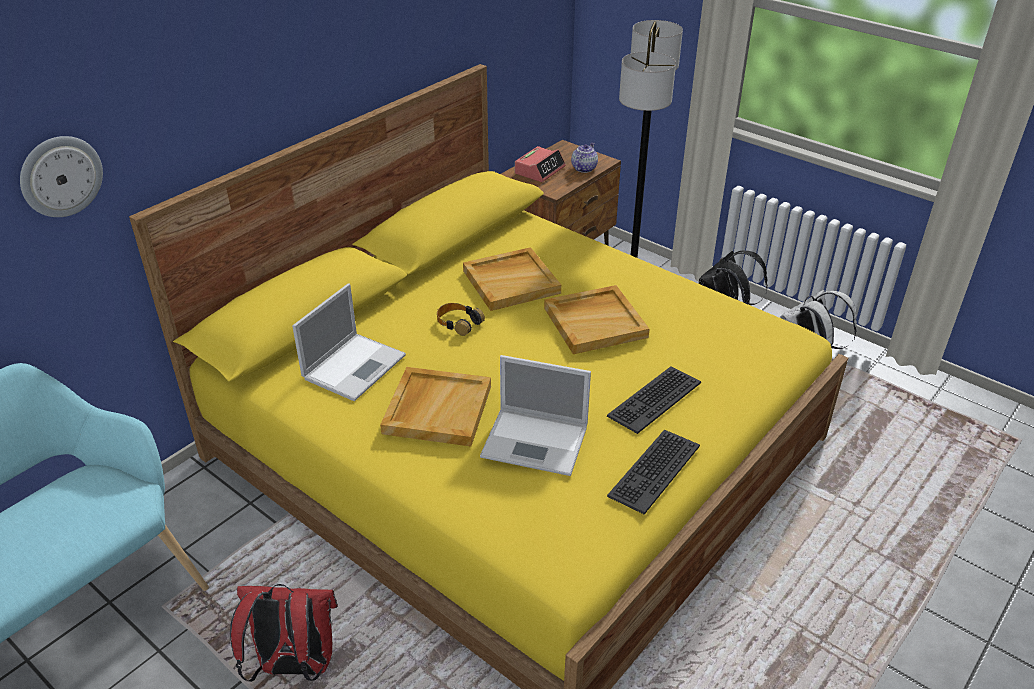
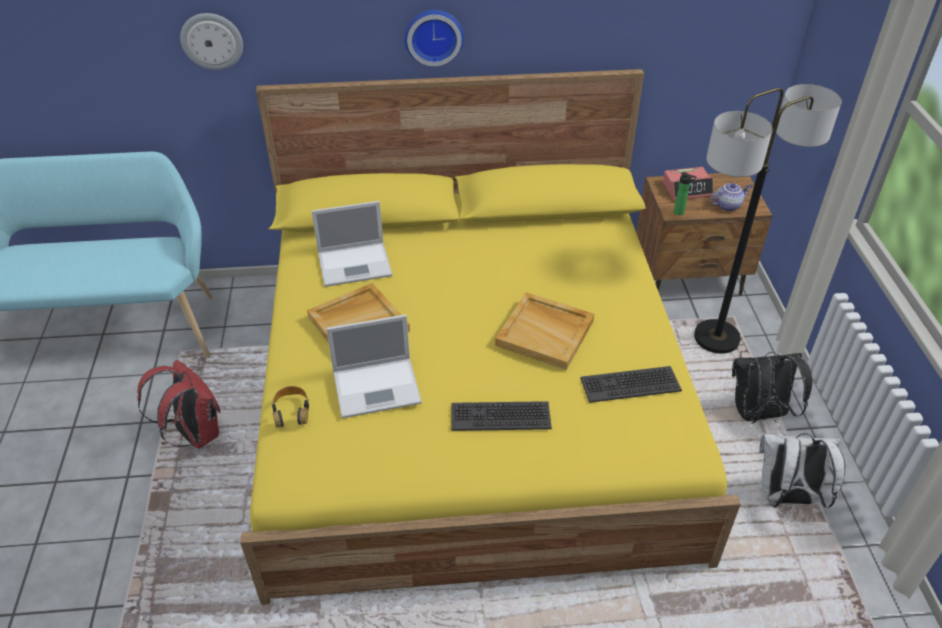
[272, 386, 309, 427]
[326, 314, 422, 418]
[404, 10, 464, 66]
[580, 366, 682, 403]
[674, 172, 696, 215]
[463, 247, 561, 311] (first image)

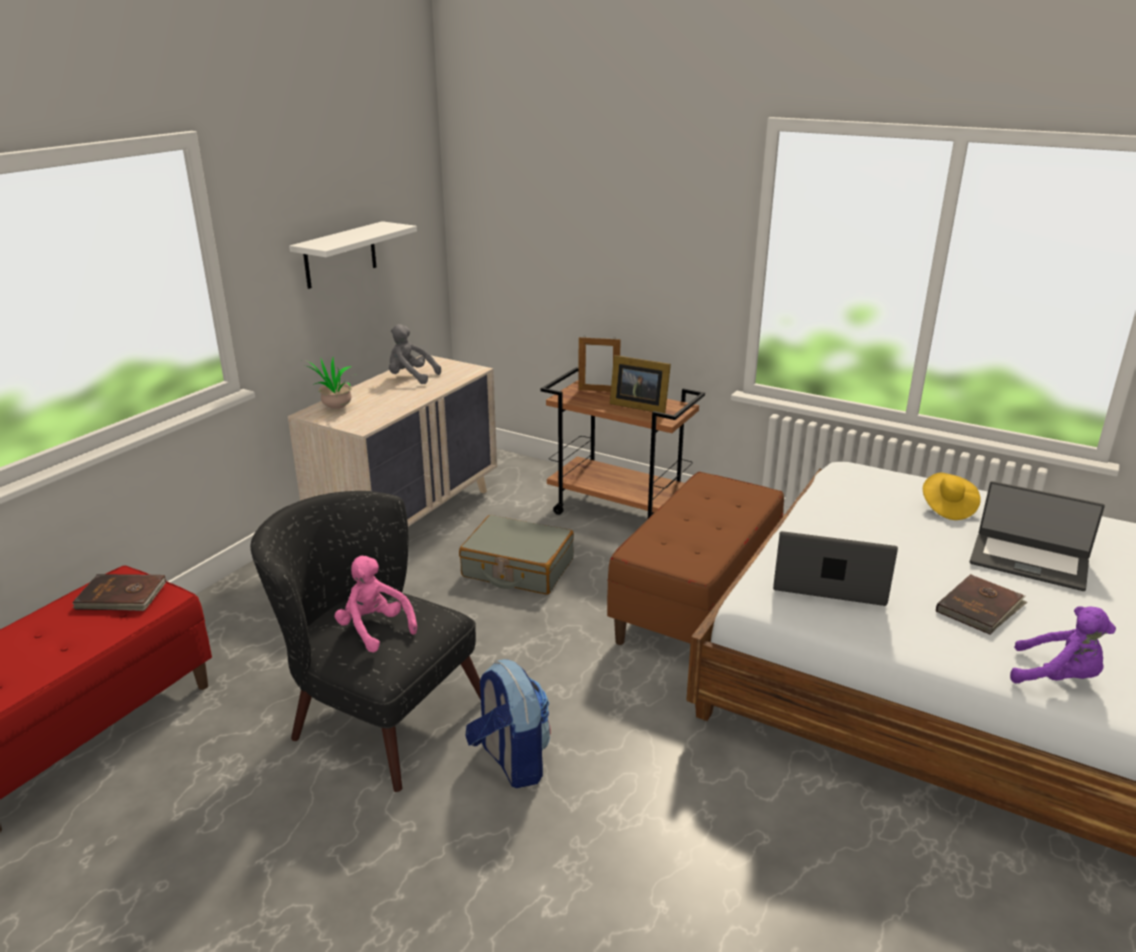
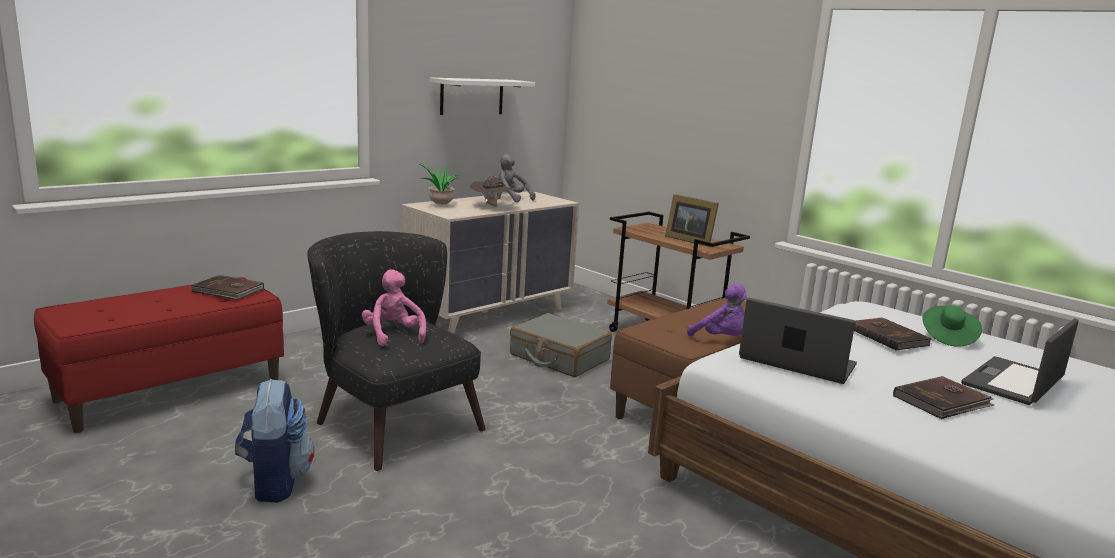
[235, 379, 314, 502]
[469, 176, 516, 206]
[687, 284, 747, 336]
[854, 317, 932, 351]
[923, 305, 982, 347]
[961, 318, 1079, 405]
[578, 337, 621, 392] (first image)

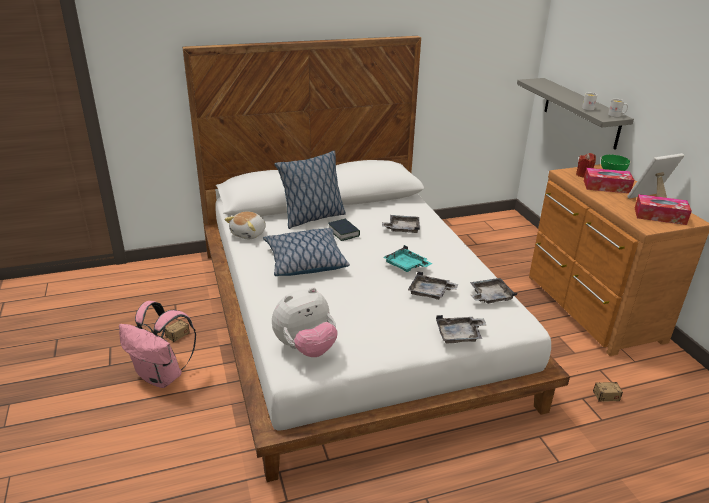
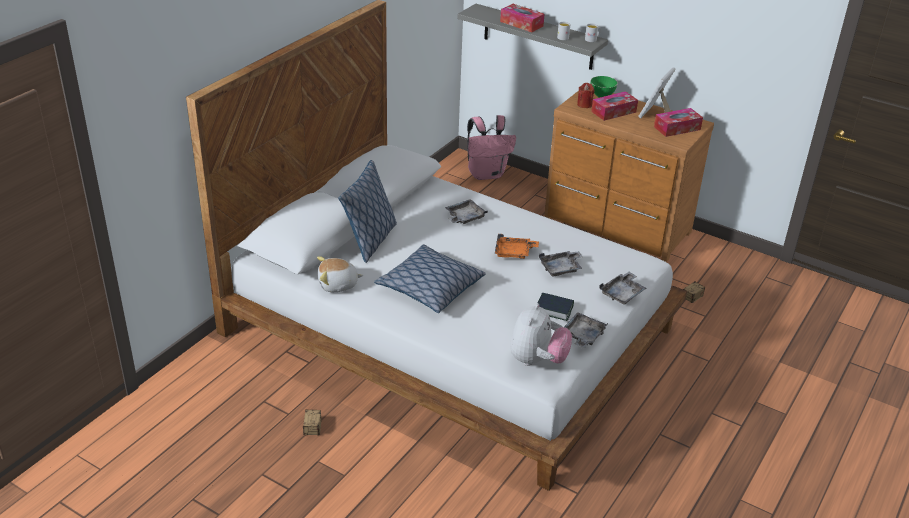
[317, 256, 364, 292]
[467, 115, 516, 180]
[495, 234, 539, 259]
[500, 4, 544, 32]
[537, 292, 574, 321]
[564, 312, 608, 348]

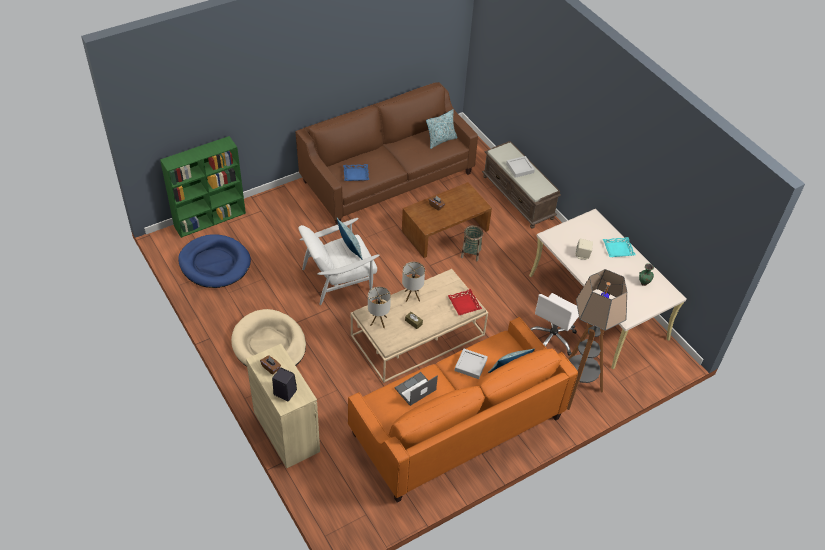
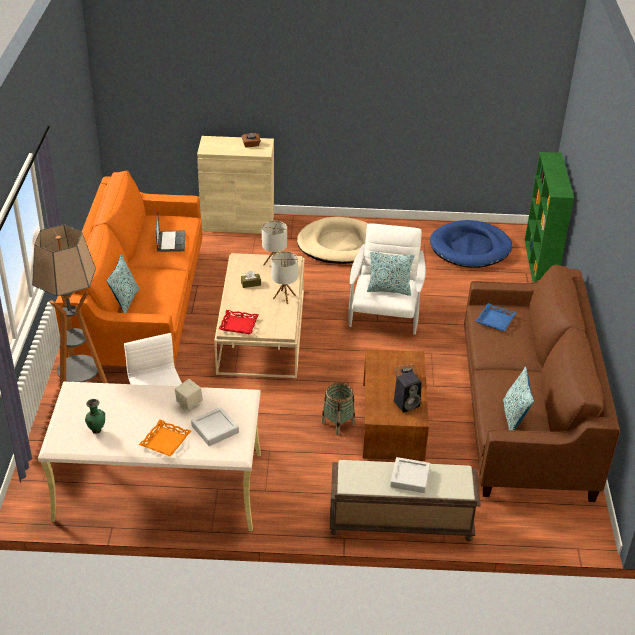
[139, 420, 191, 457]
[191, 407, 239, 446]
[394, 371, 422, 412]

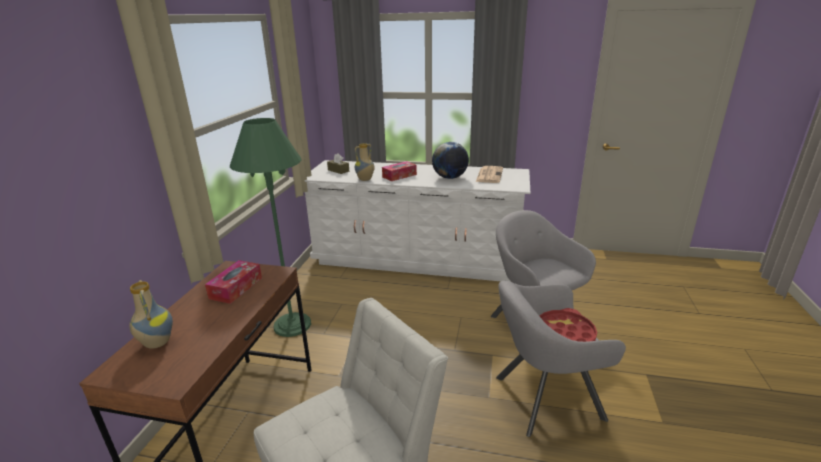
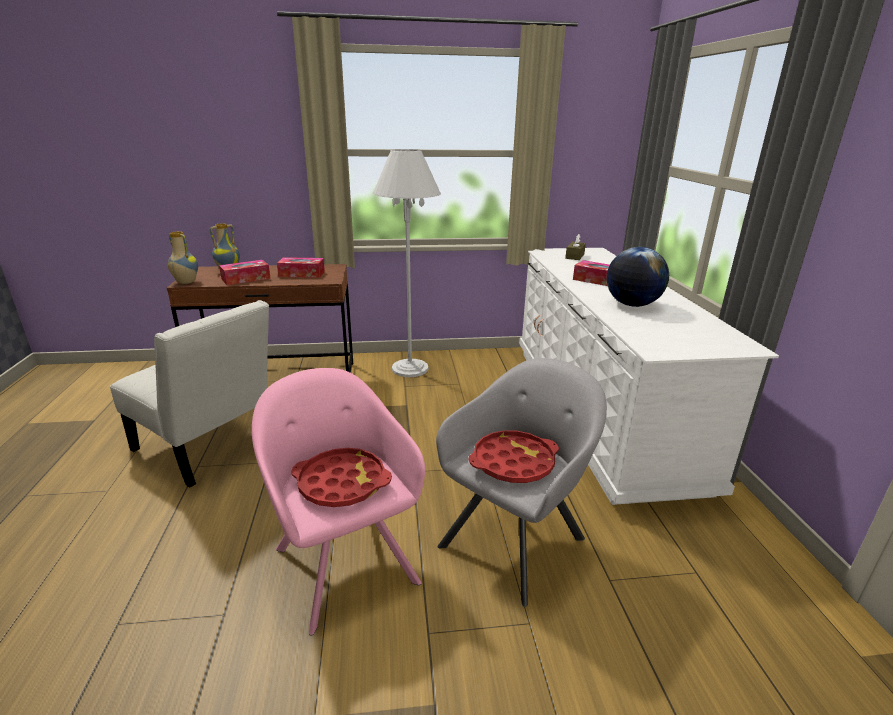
[168, 231, 198, 284]
[219, 260, 271, 285]
[252, 368, 425, 636]
[373, 149, 441, 377]
[469, 430, 559, 483]
[476, 166, 503, 183] (first image)

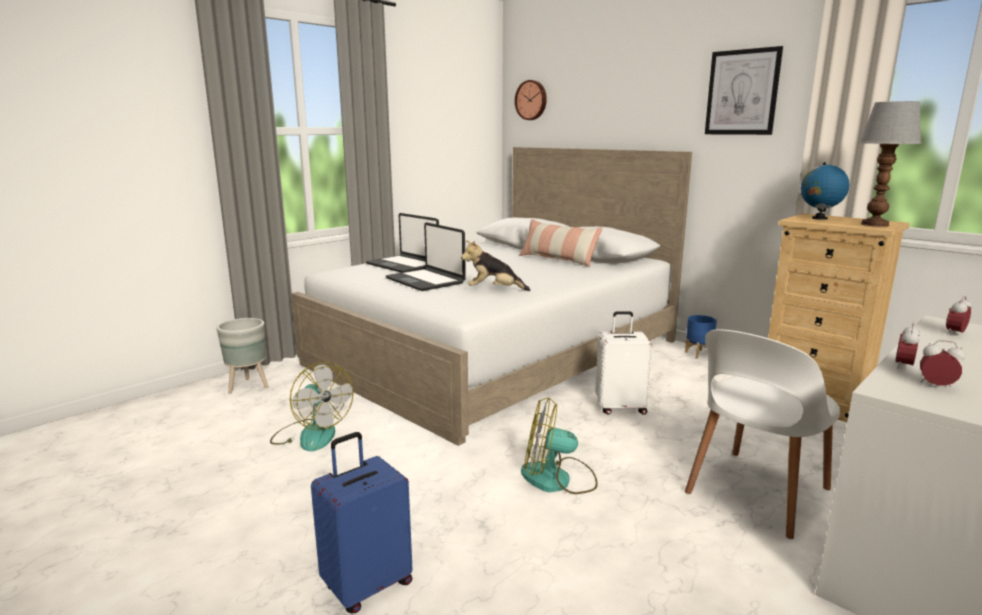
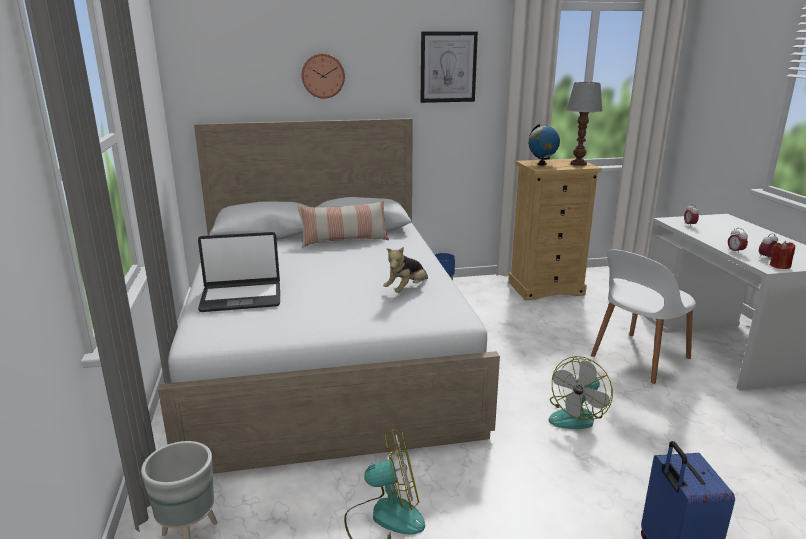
[302, 54, 345, 99]
[591, 249, 696, 384]
[770, 241, 795, 269]
[386, 222, 466, 291] (first image)
[595, 311, 652, 415] (first image)

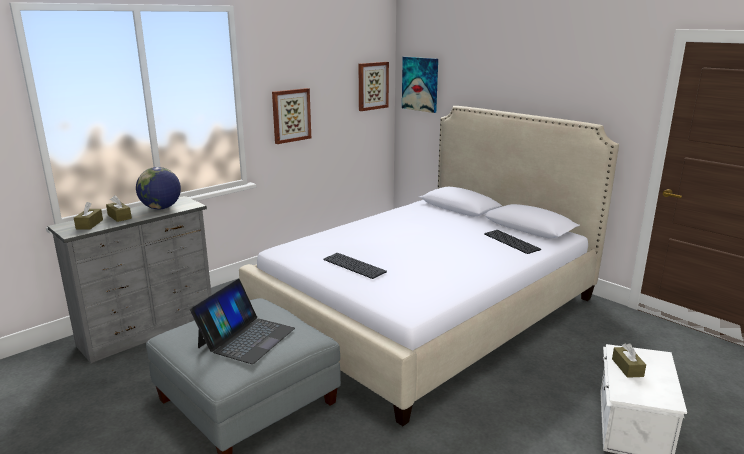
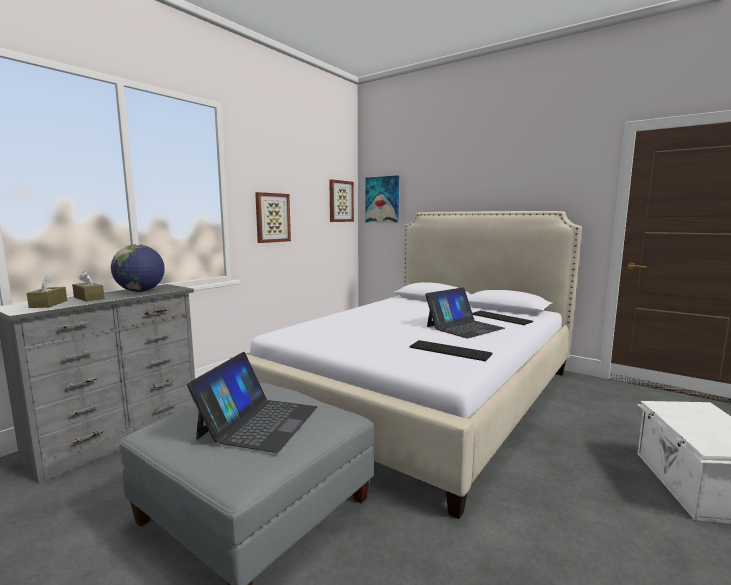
[409, 340, 493, 361]
[425, 287, 505, 338]
[612, 343, 646, 378] (first image)

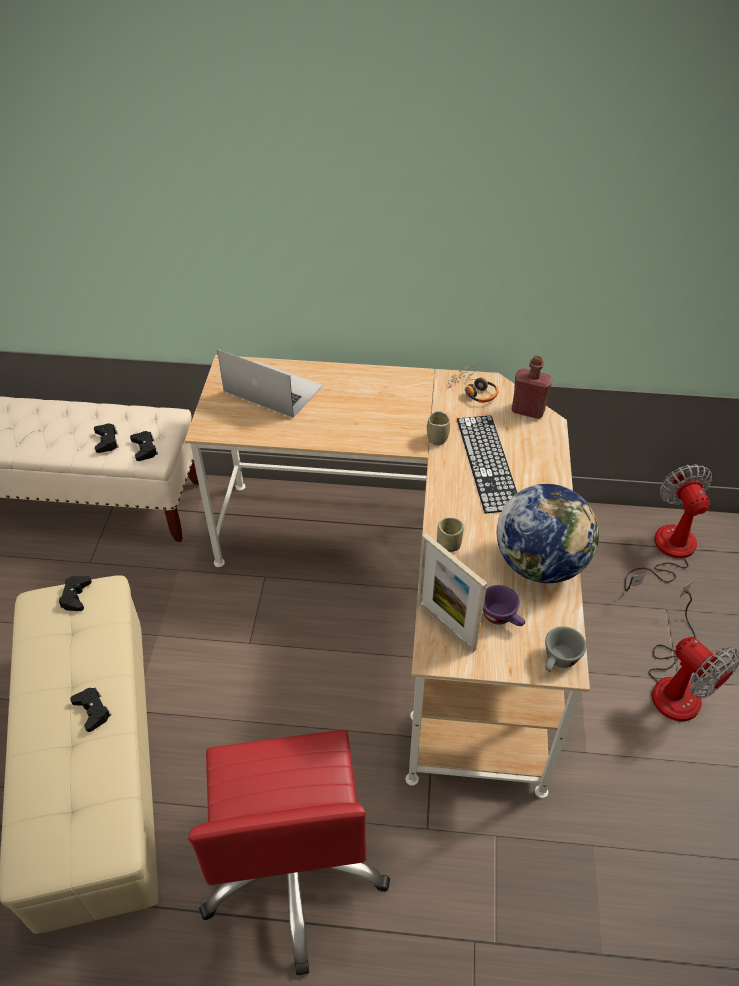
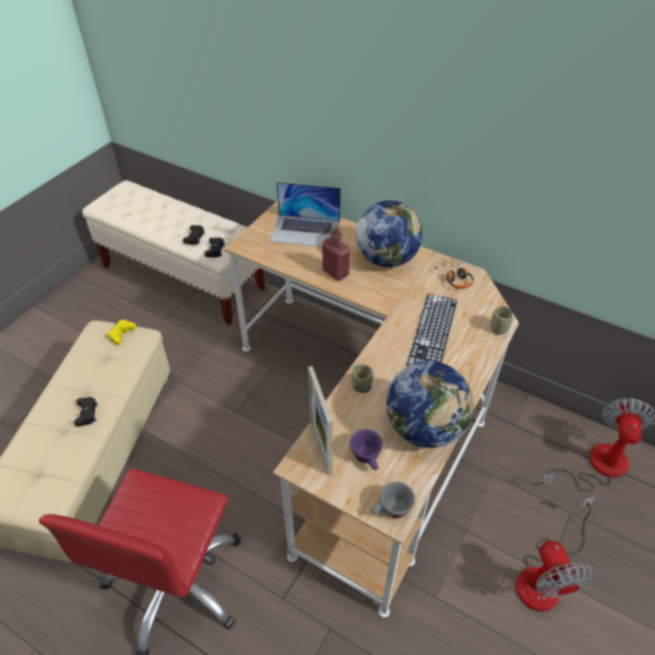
[107, 320, 137, 345]
[270, 182, 341, 247]
[322, 228, 350, 281]
[356, 200, 423, 267]
[491, 306, 513, 335]

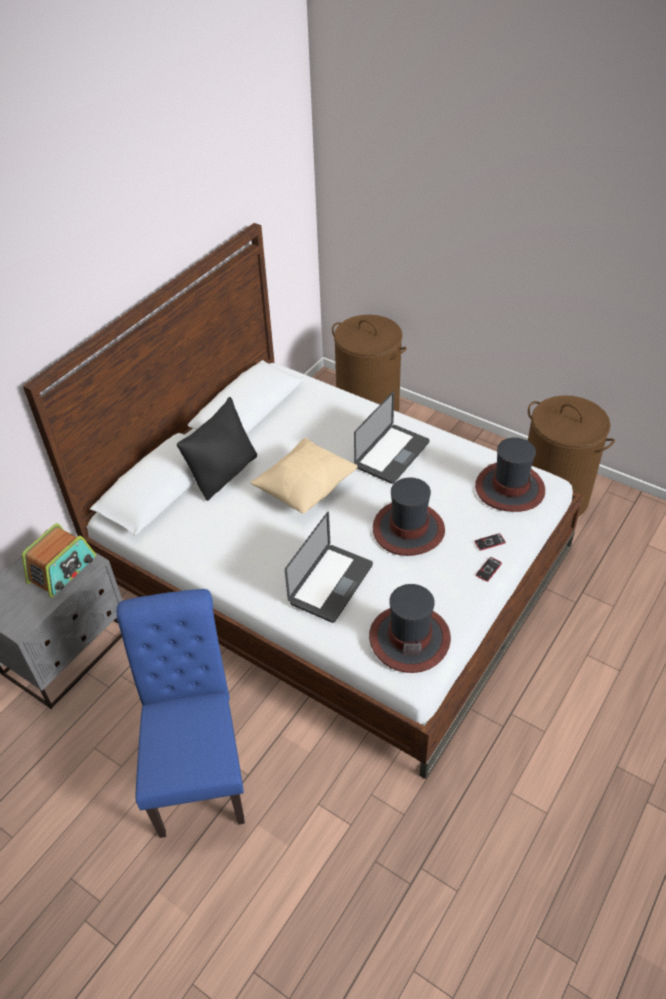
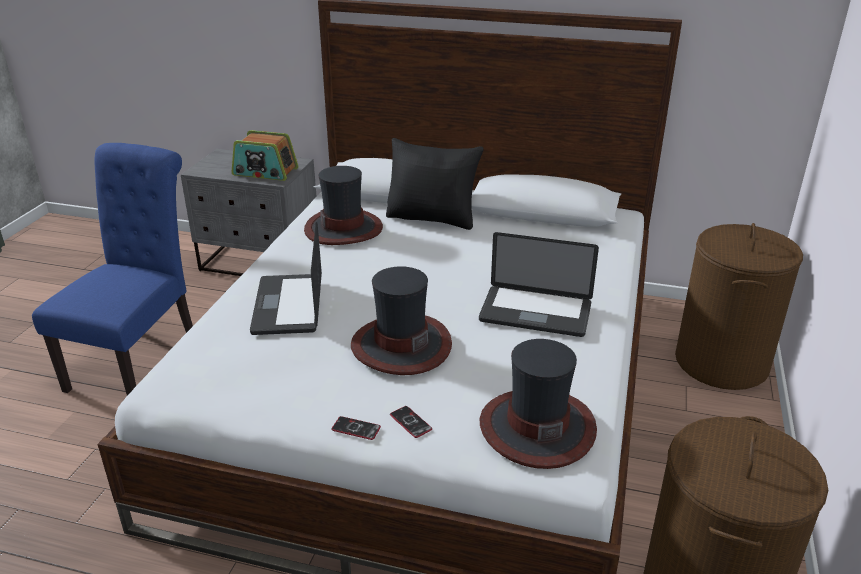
[32, 143, 193, 396]
[250, 222, 322, 335]
[304, 166, 383, 245]
[250, 438, 358, 514] (first image)

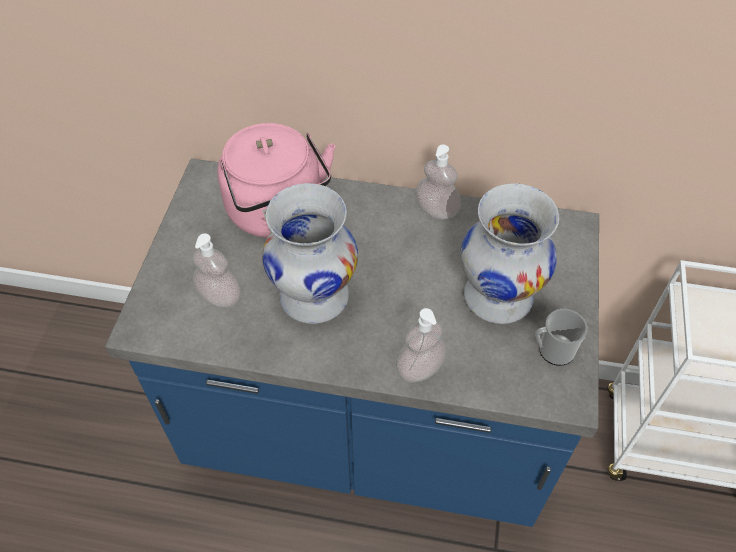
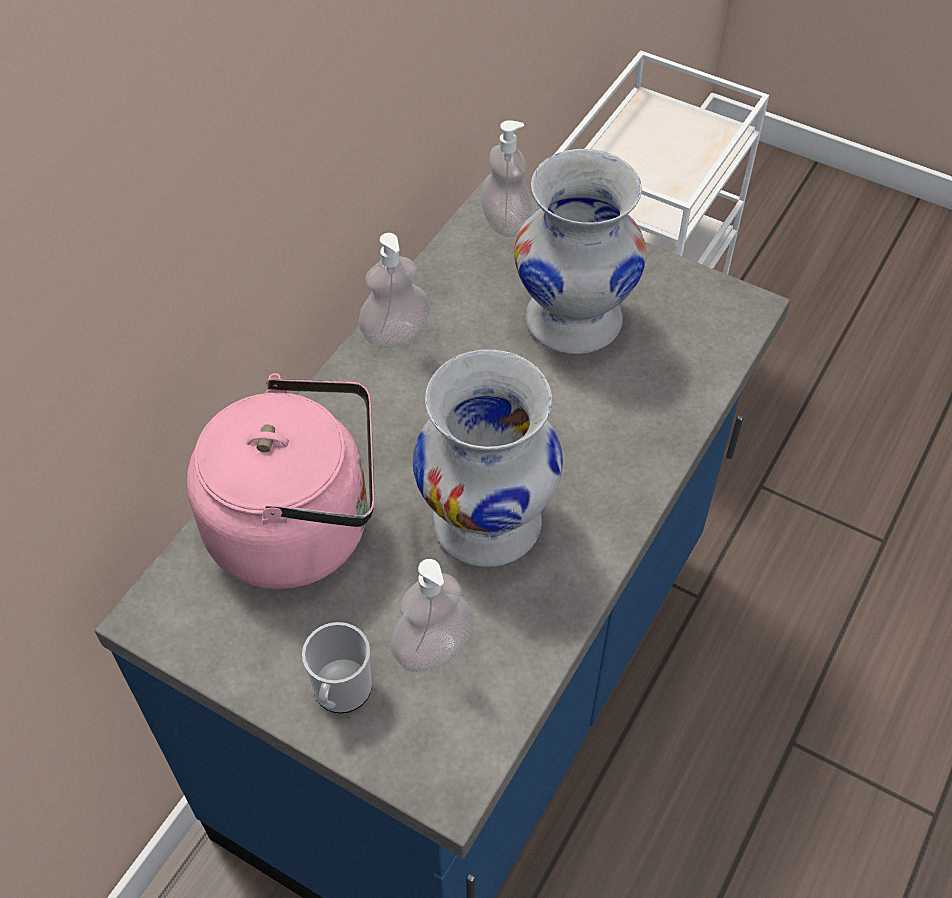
[302, 622, 372, 713]
[481, 120, 532, 237]

